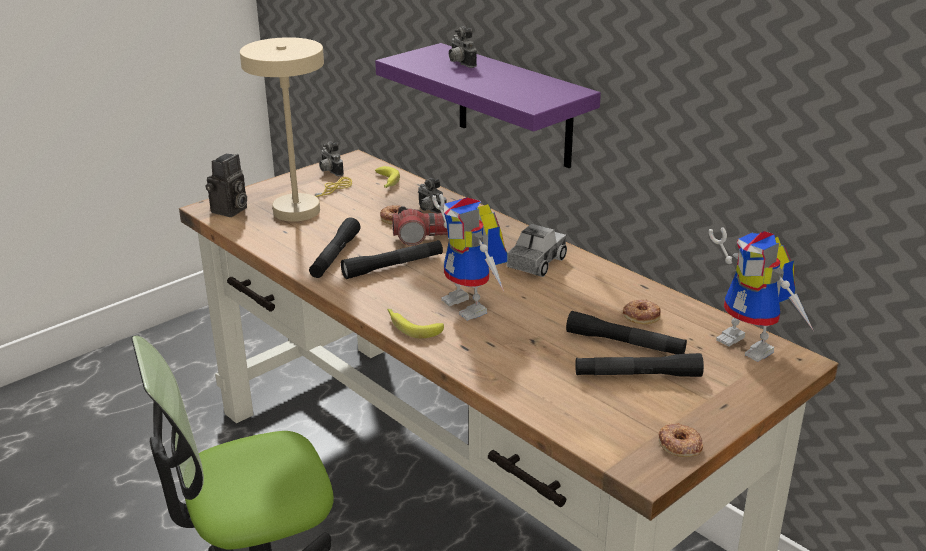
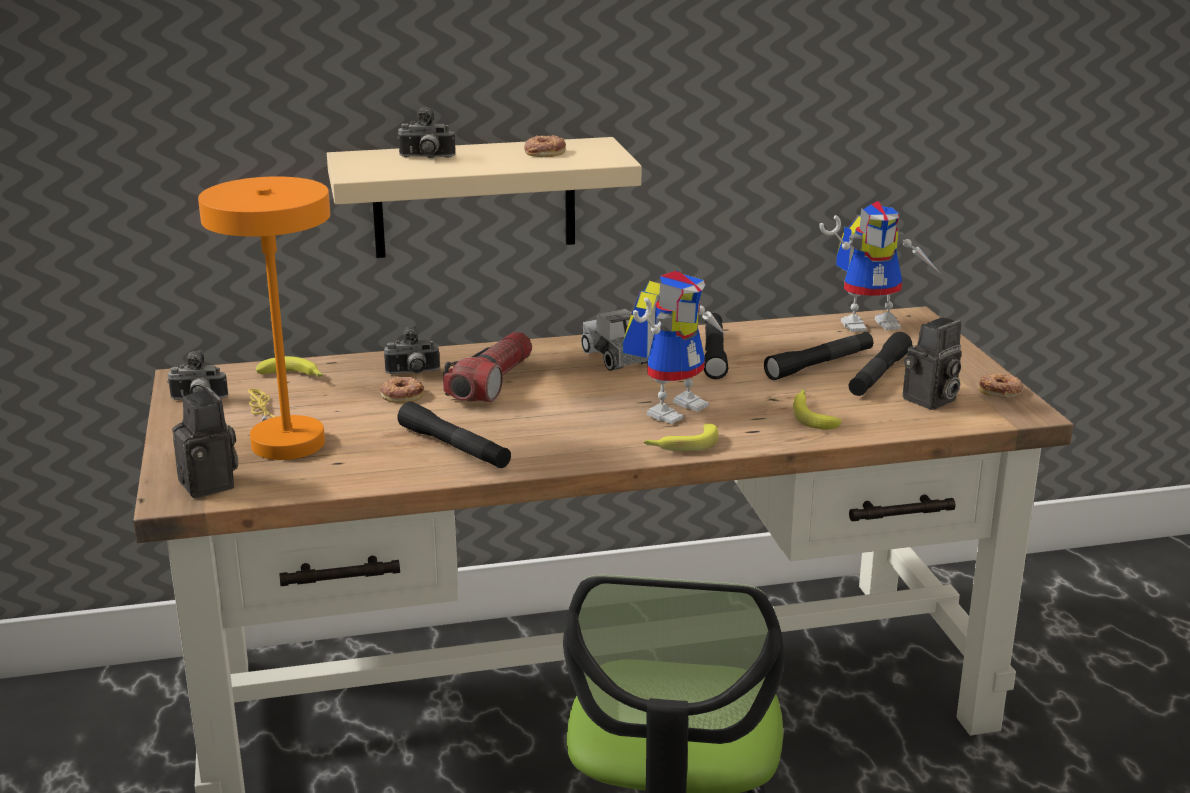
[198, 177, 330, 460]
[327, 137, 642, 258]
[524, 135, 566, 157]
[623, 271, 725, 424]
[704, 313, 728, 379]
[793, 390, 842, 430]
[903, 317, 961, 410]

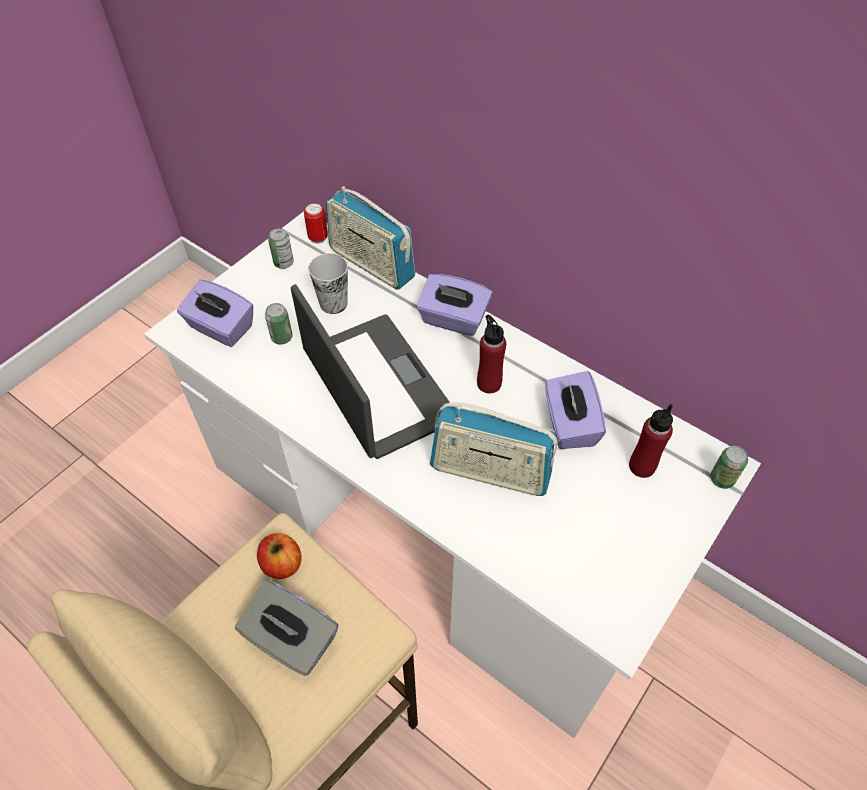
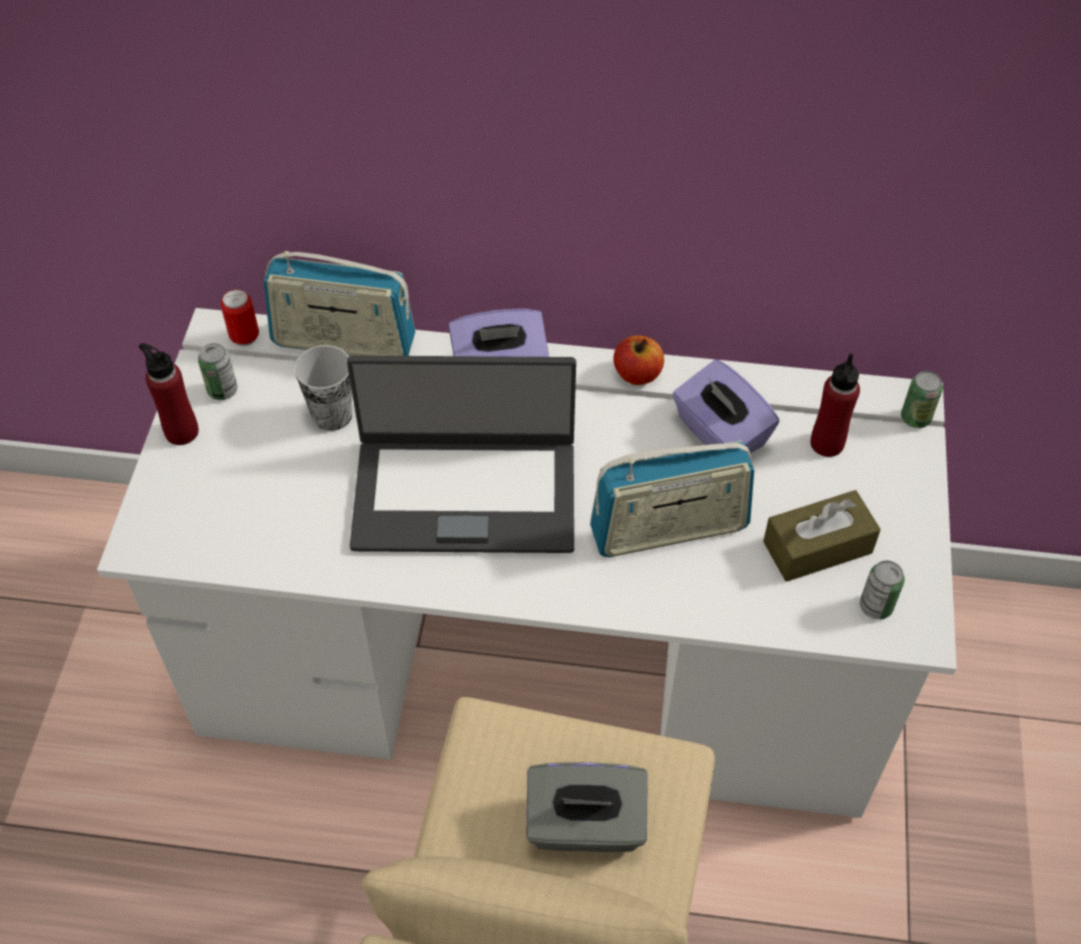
[139, 343, 199, 445]
[347, 355, 576, 553]
[613, 335, 664, 385]
[763, 490, 881, 582]
[860, 560, 905, 620]
[177, 280, 253, 347] (first image)

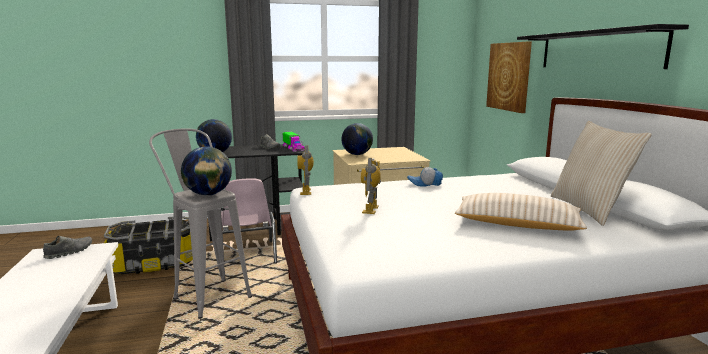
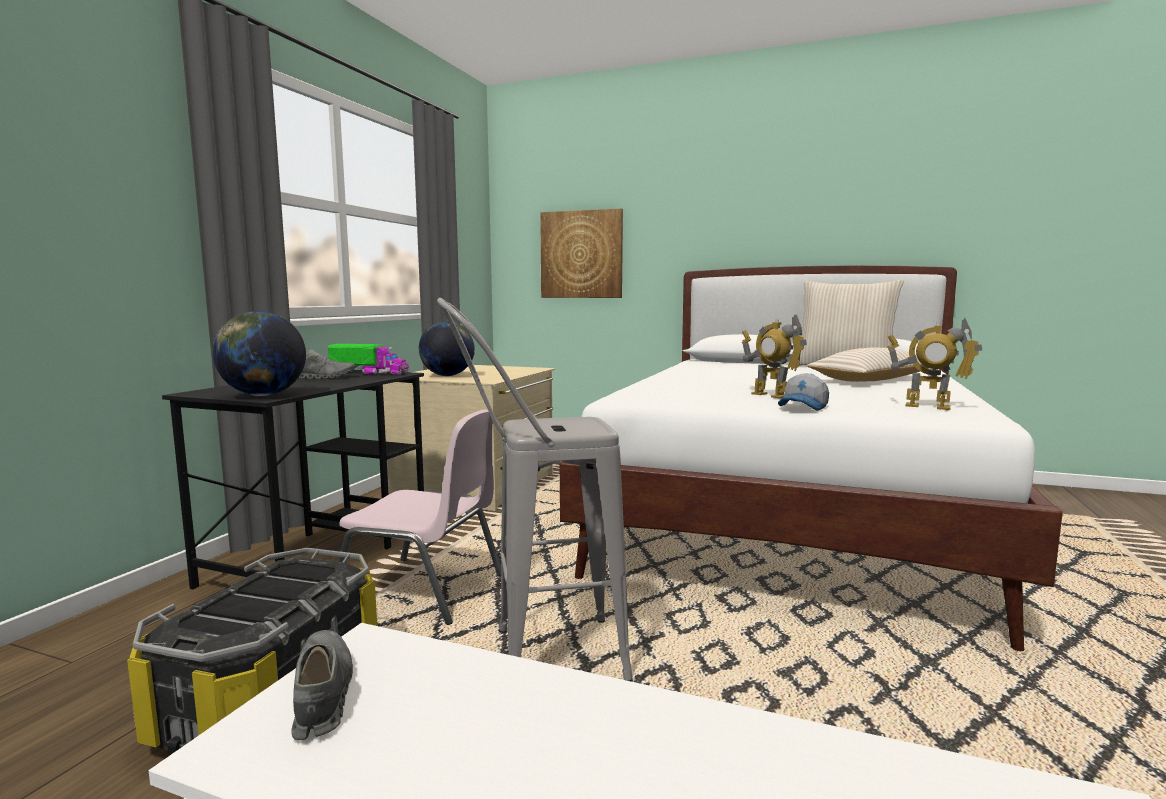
[778, 373, 829, 411]
[887, 318, 982, 410]
[181, 147, 232, 196] (first image)
[517, 24, 689, 69] (first image)

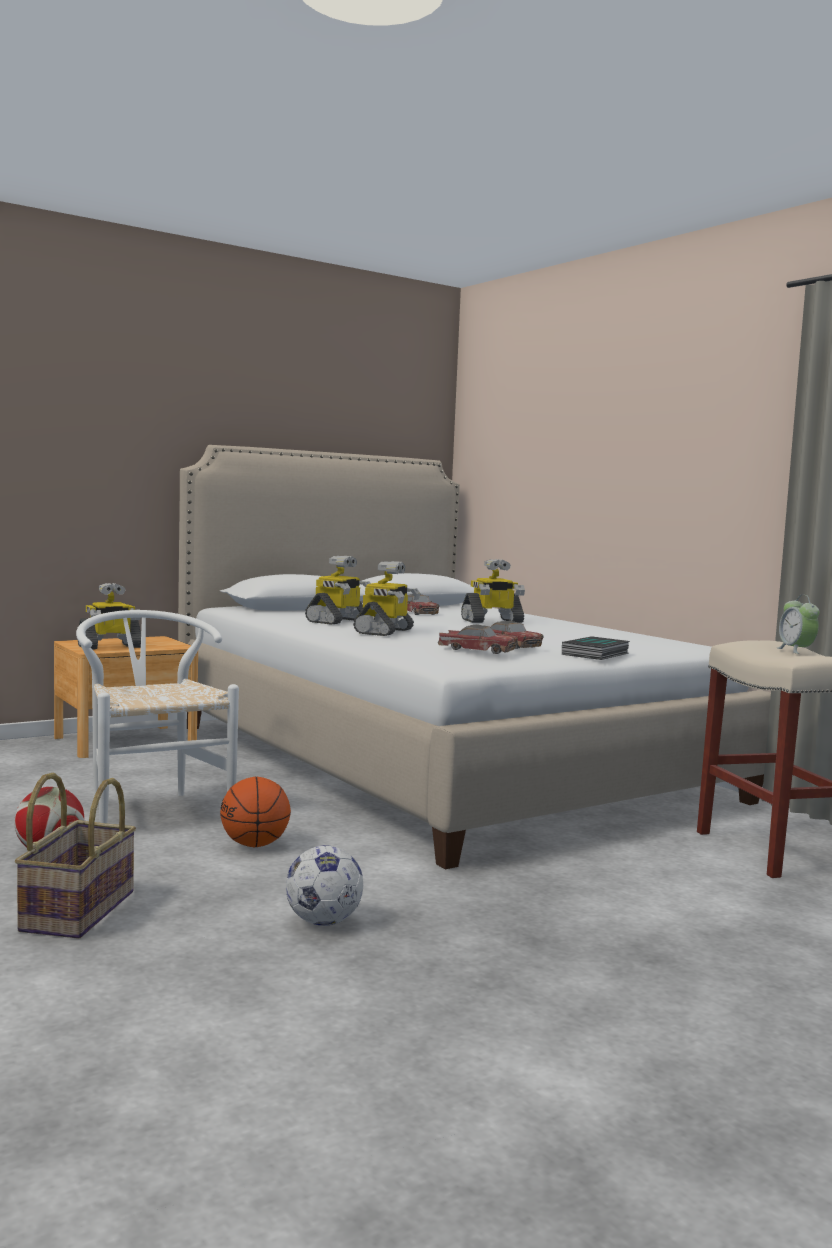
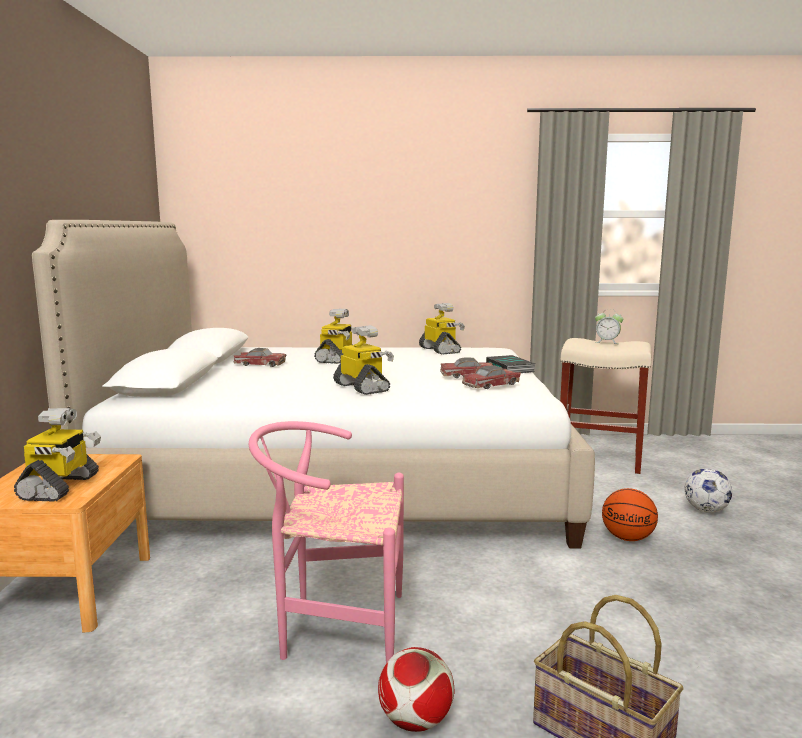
[249, 421, 404, 663]
[419, 303, 465, 354]
[602, 488, 658, 541]
[684, 468, 732, 513]

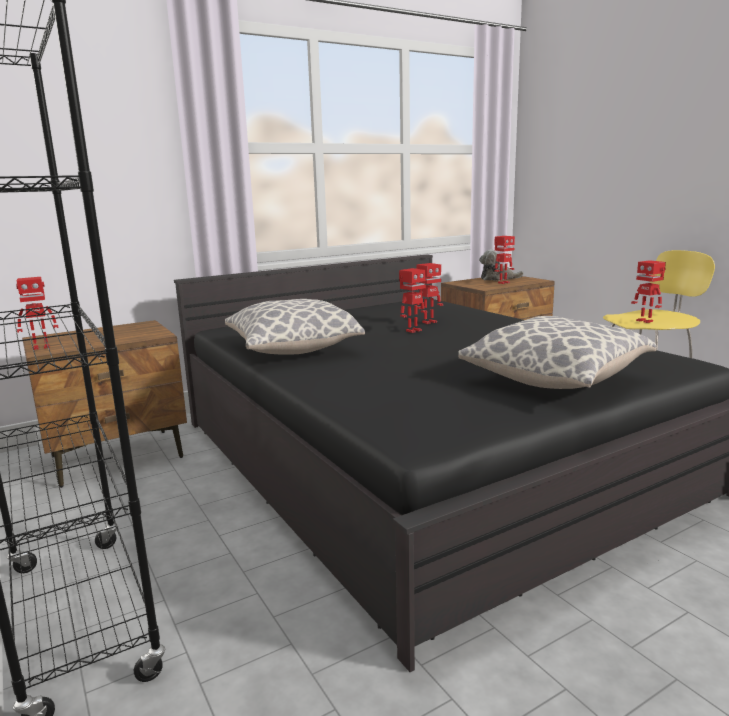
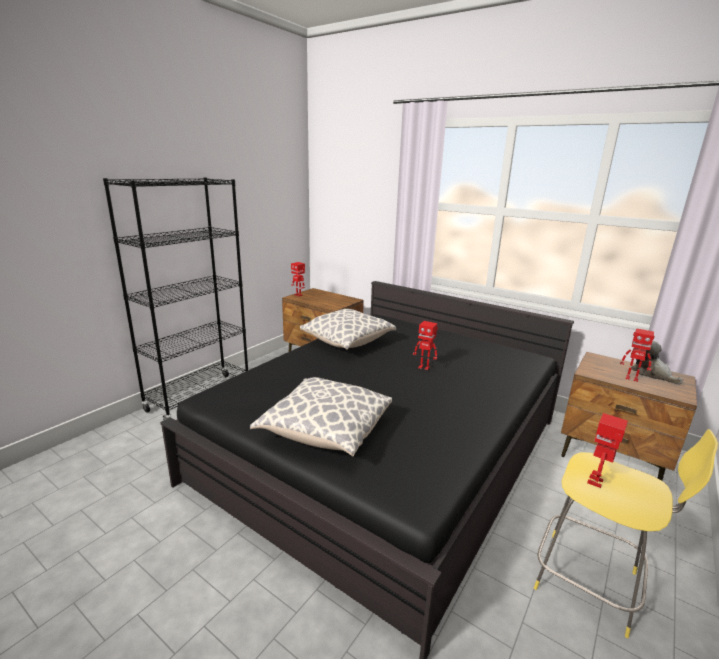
[417, 263, 443, 324] (first image)

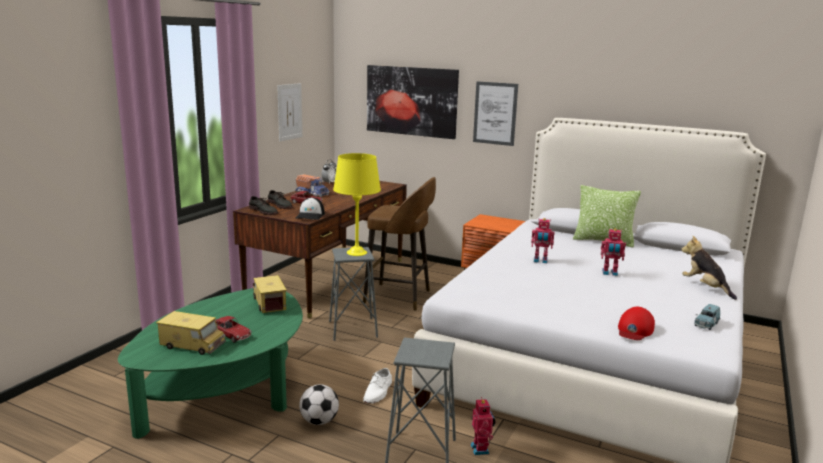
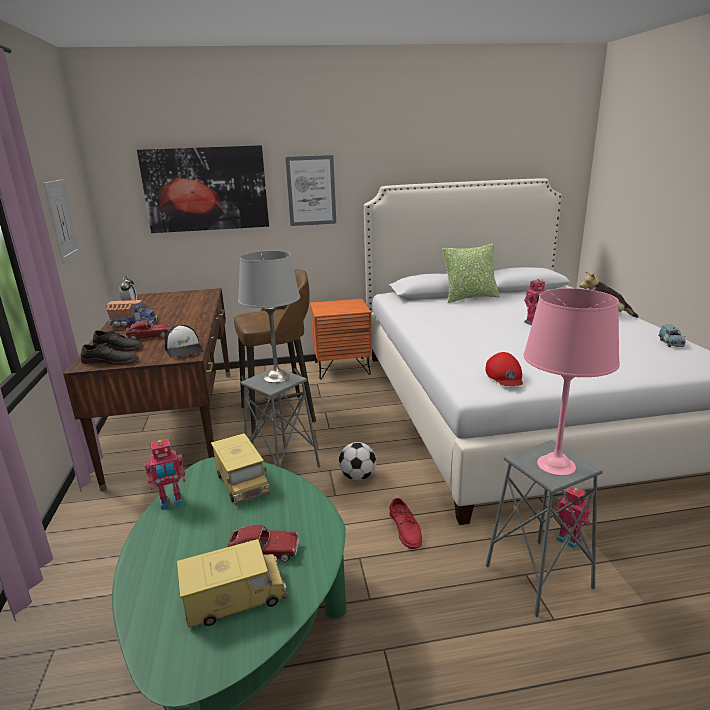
[145, 439, 185, 510]
[211, 433, 271, 505]
[238, 251, 300, 383]
[339, 442, 376, 481]
[389, 498, 422, 549]
[485, 352, 523, 386]
[523, 288, 620, 476]

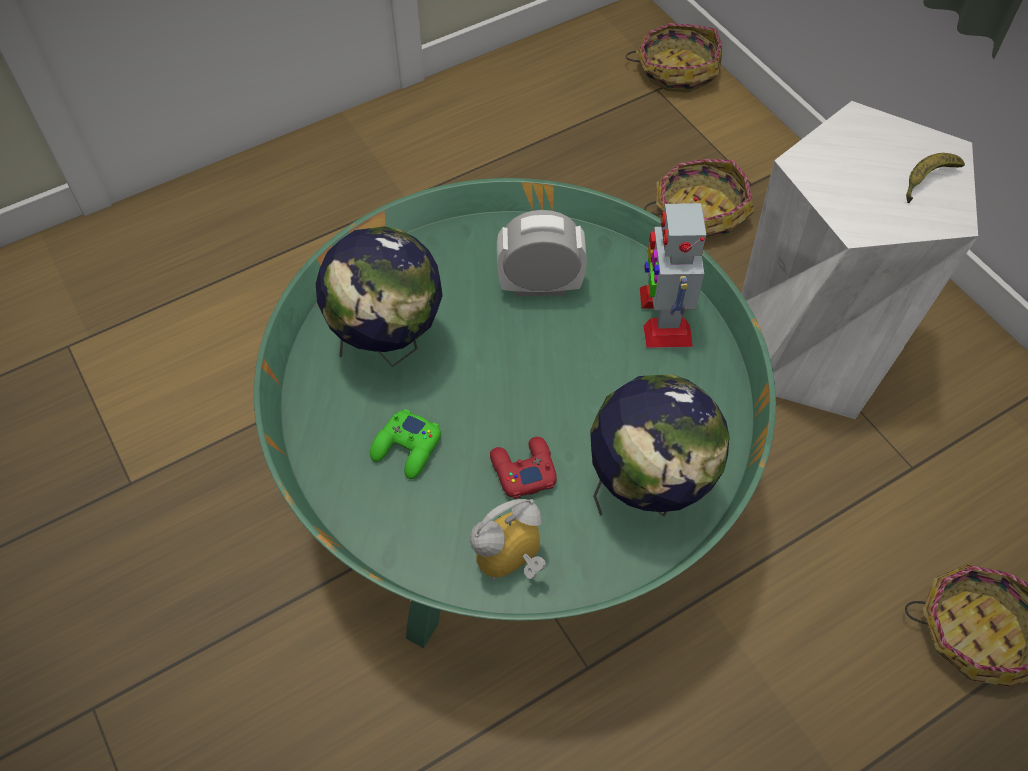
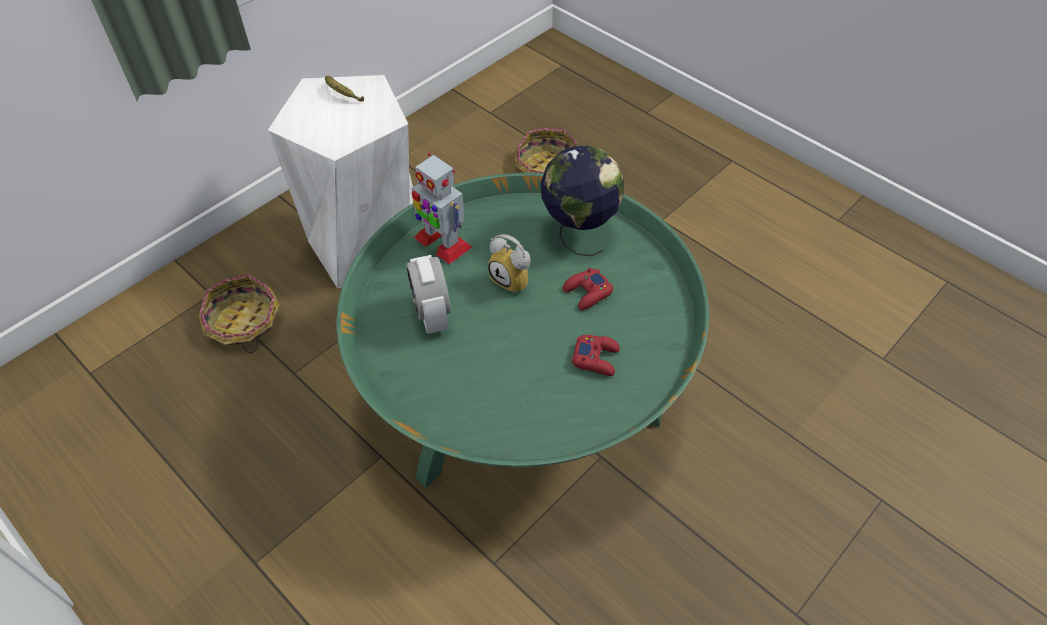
[412, 153, 472, 265]
[488, 234, 531, 294]
[572, 335, 620, 376]
[316, 226, 443, 367] (first image)
[626, 23, 722, 92] (first image)

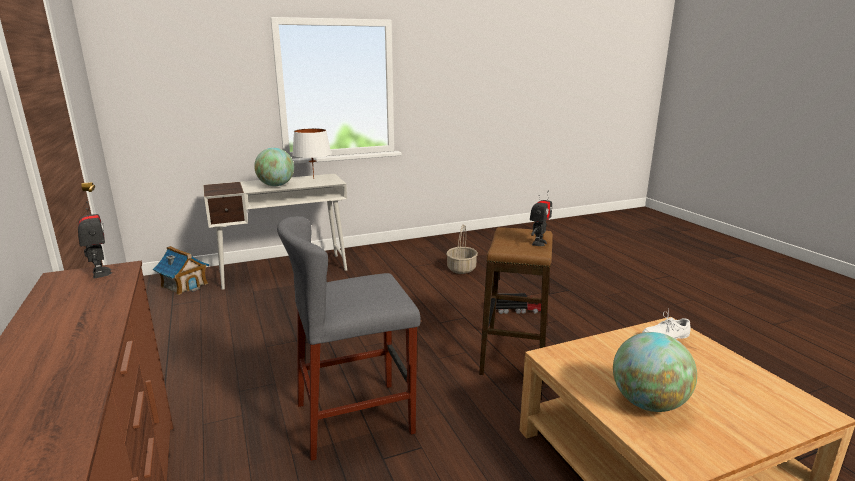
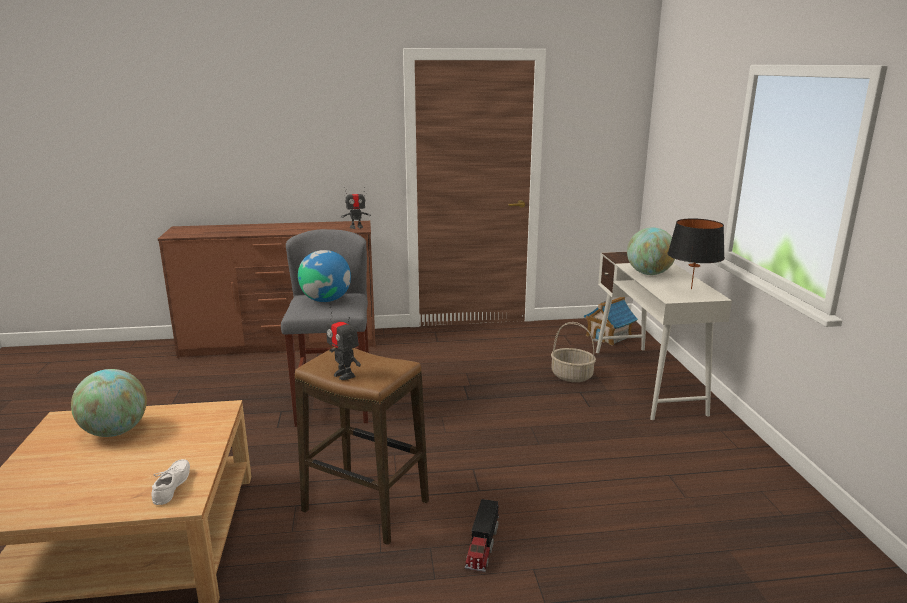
[298, 250, 351, 302]
[551, 322, 596, 382]
[668, 219, 725, 290]

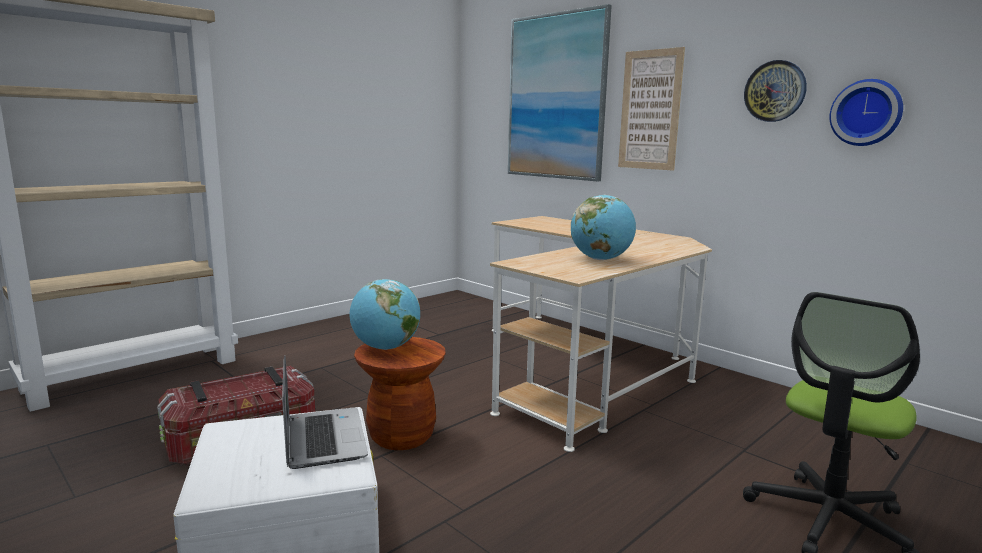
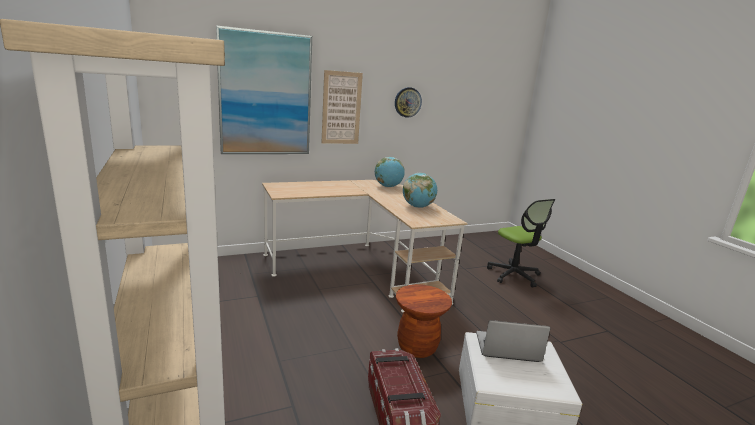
[375, 157, 405, 187]
[830, 79, 903, 146] (first image)

